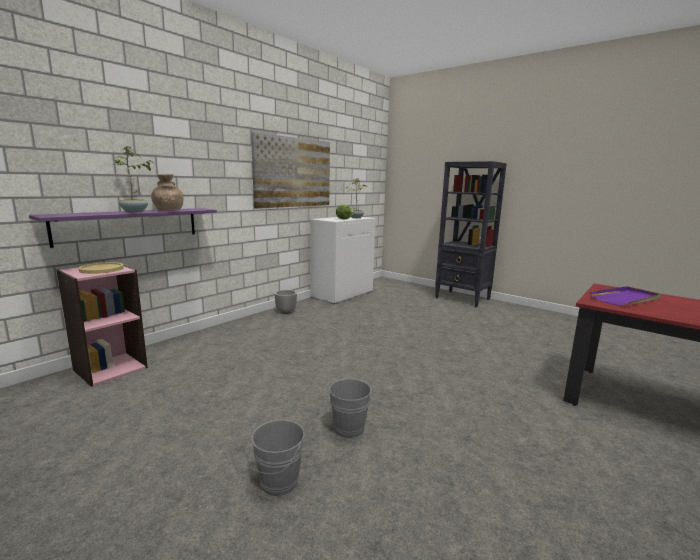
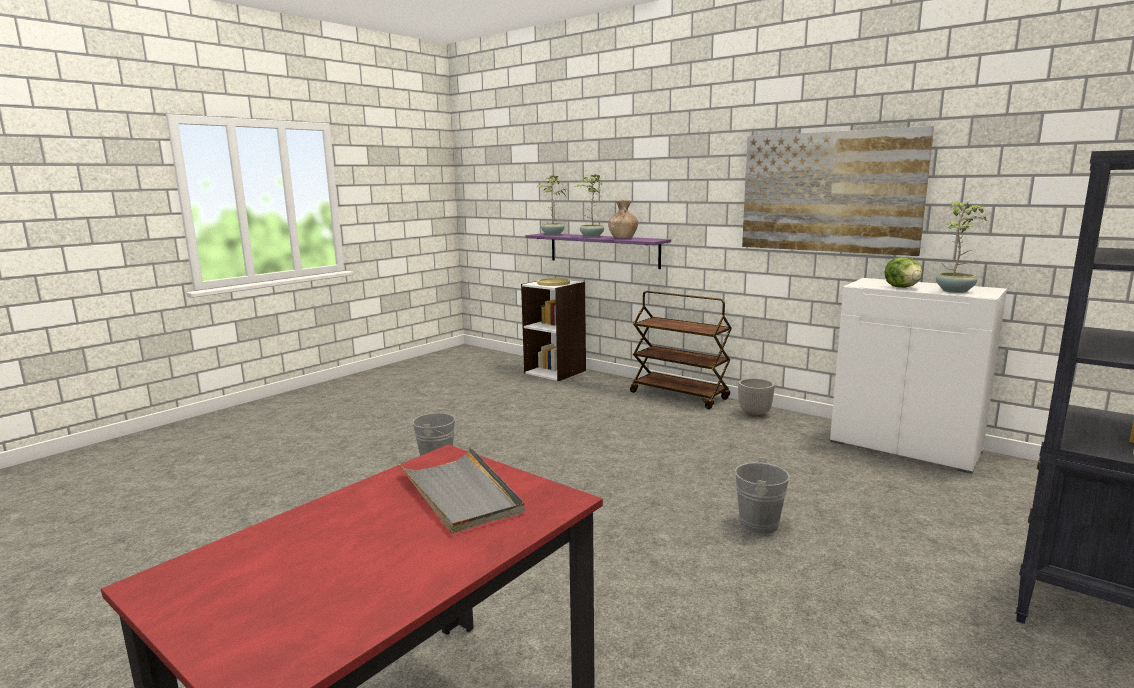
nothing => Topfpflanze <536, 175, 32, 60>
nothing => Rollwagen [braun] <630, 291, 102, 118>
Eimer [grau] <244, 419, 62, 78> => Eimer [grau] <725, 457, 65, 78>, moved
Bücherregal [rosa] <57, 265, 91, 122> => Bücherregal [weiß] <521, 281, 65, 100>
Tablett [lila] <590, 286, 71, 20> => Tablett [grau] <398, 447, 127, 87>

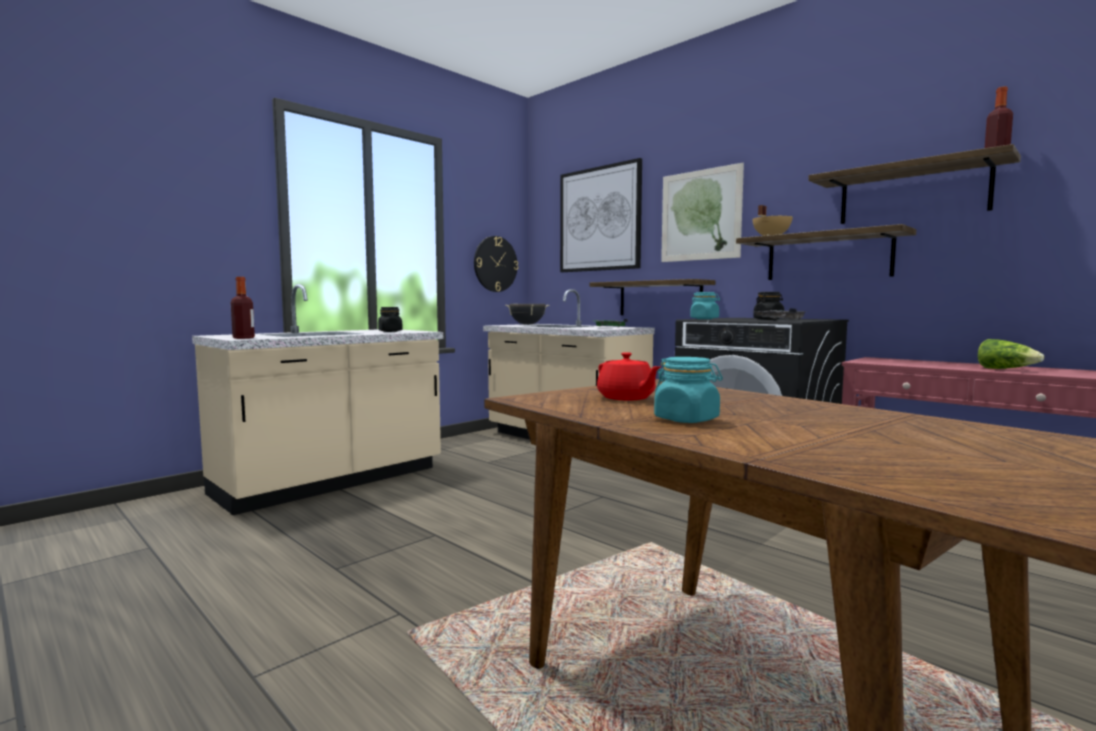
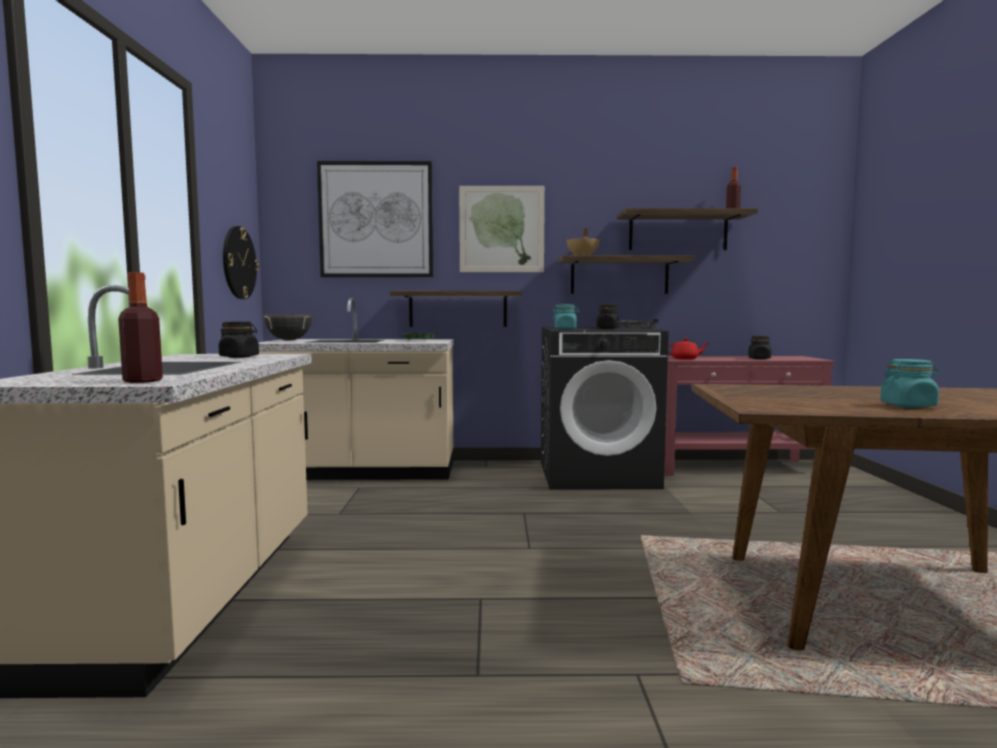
Teekanne [rot] <597, 352, 64, 48> => Teekanne [rot] <668, 338, 41, 22>, moved
Salatkopf <978, 339, 66, 30> => Vorratsglas [schwarz] <748, 336, 23, 23>

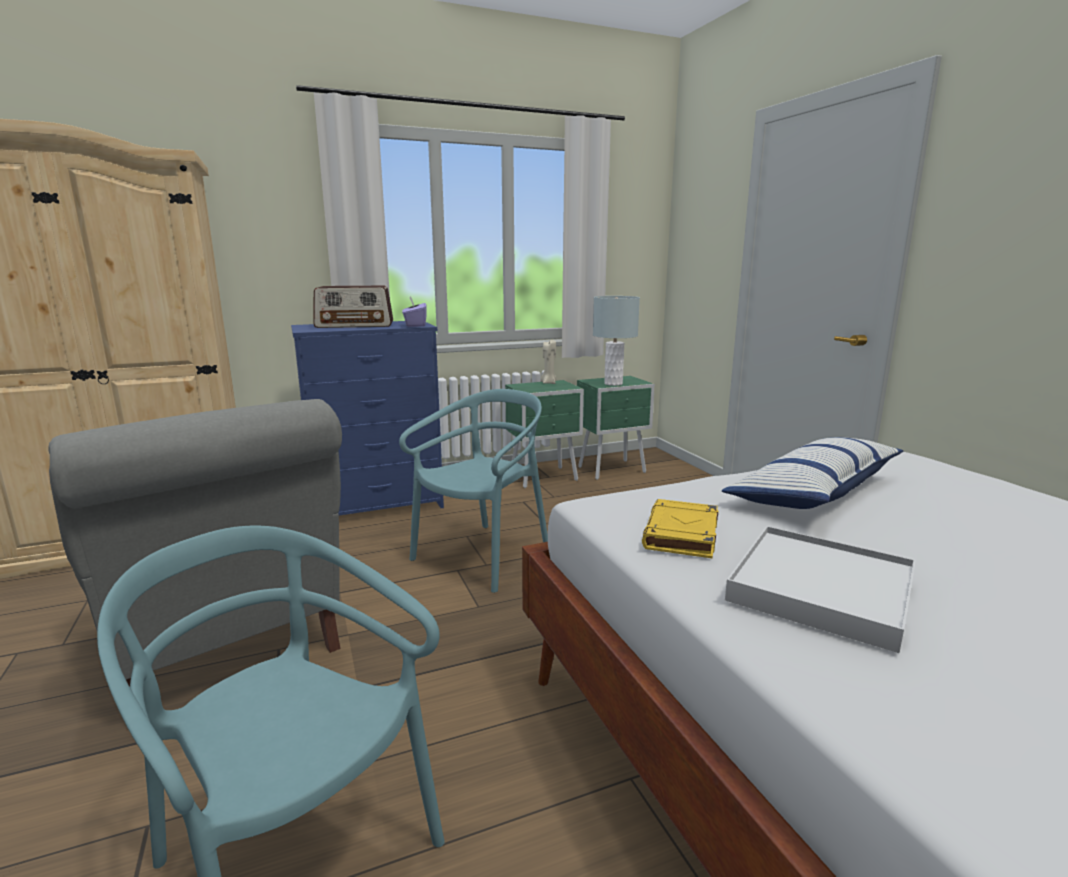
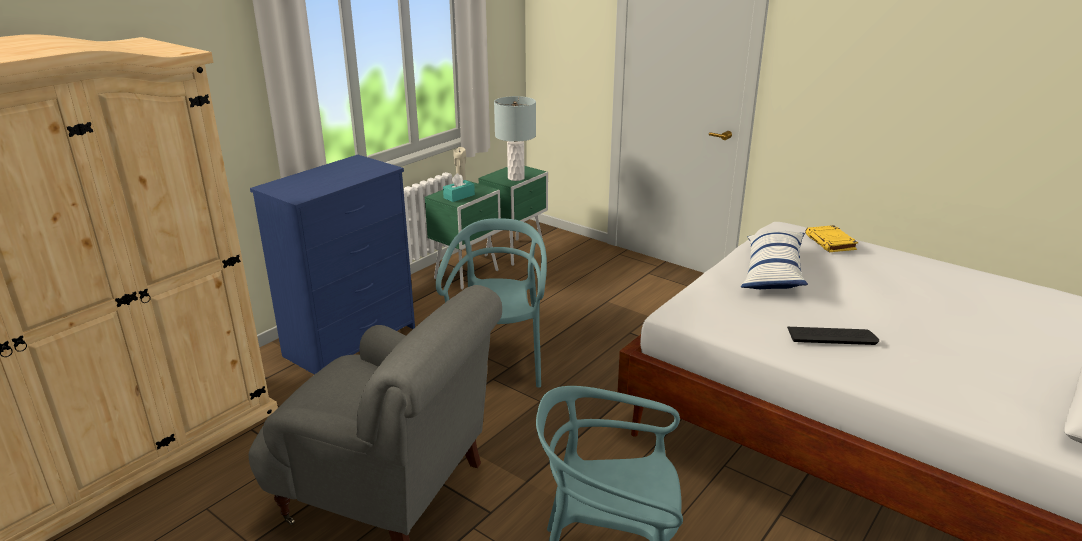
Radio <313, 286, 80, 42> => nothing
Taschentuchbox [lila] <402, 297, 25, 30> => nothing
nothing => Taschentuchbox [türkis] <443, 173, 32, 29>
Buch [gelb] <642, 499, 77, 60> => Buch [gelb] <805, 225, 53, 27>, moved
Tablett [weiß] <725, 526, 191, 127> => Tastatur <787, 327, 92, 18>

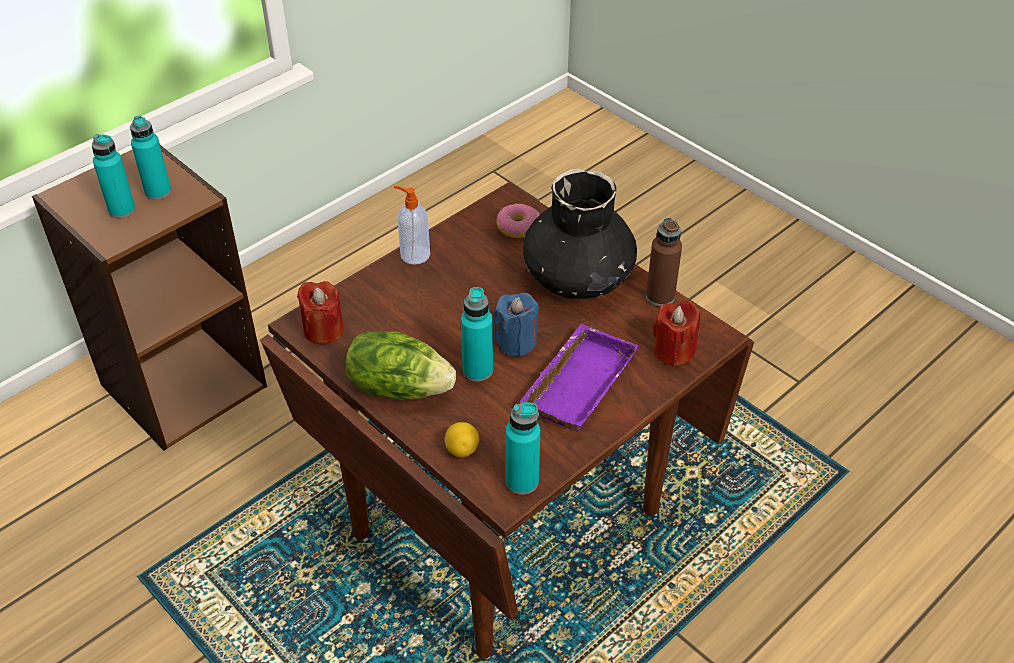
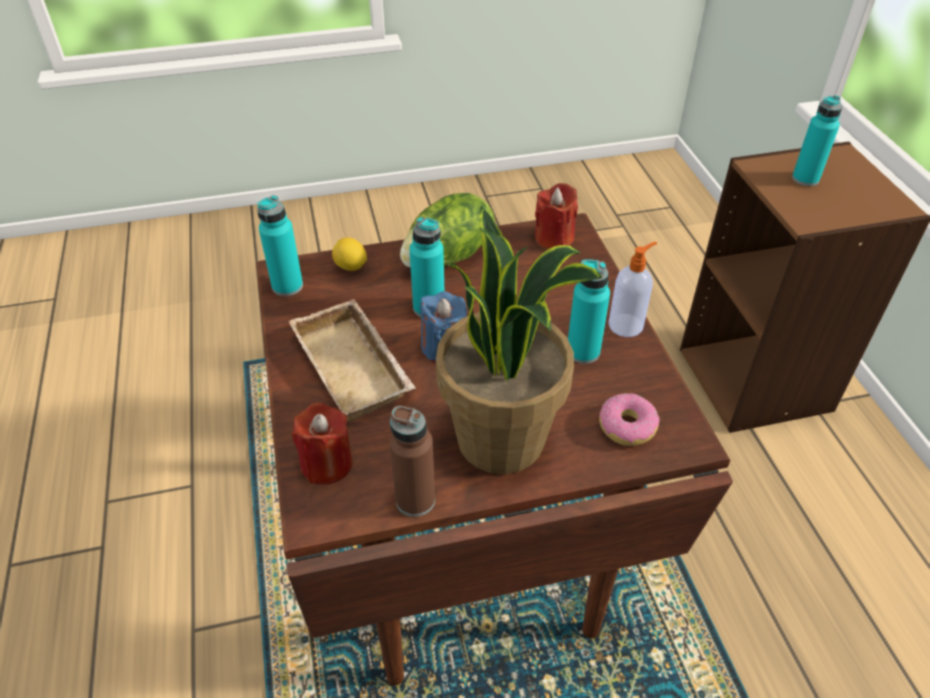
Flasche [türkis] <130, 115, 41, 85> => Flasche [türkis] <568, 259, 42, 105>, moved
Vase [schwarz] <523, 169, 114, 130> => Topfpflanze <436, 206, 167, 268>
Tablett [lila] <519, 324, 120, 107> => Tablett [beige] <289, 299, 127, 123>

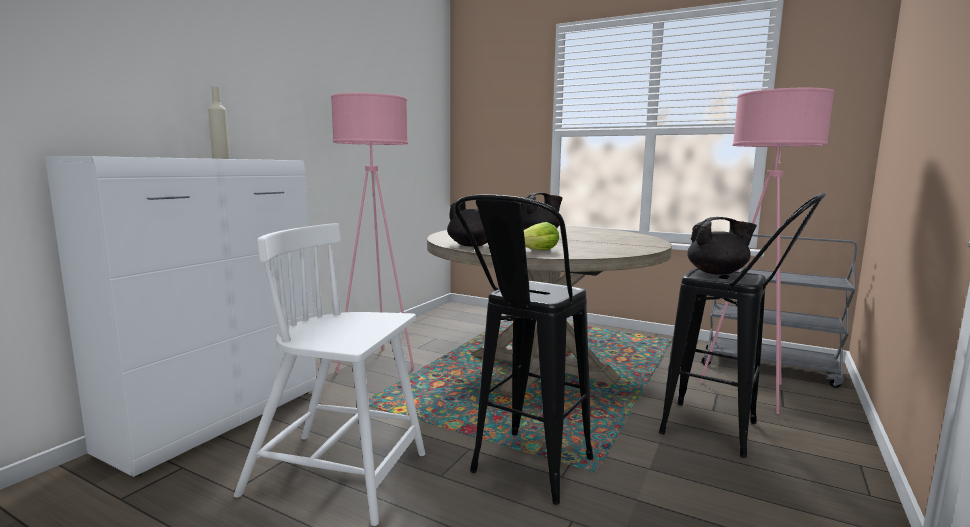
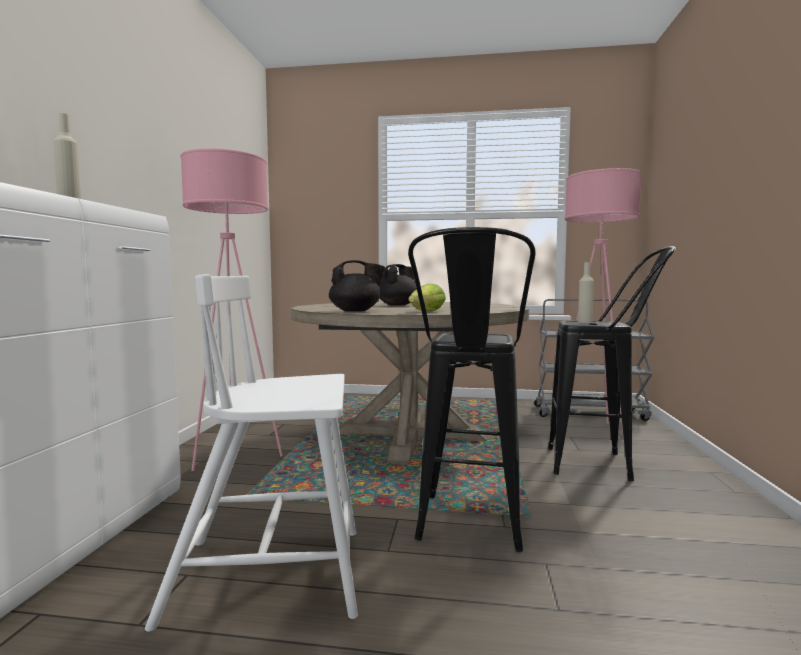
Teekanne [schwarz] <687, 217, 70, 58> => Flasche [beige] <578, 262, 16, 61>

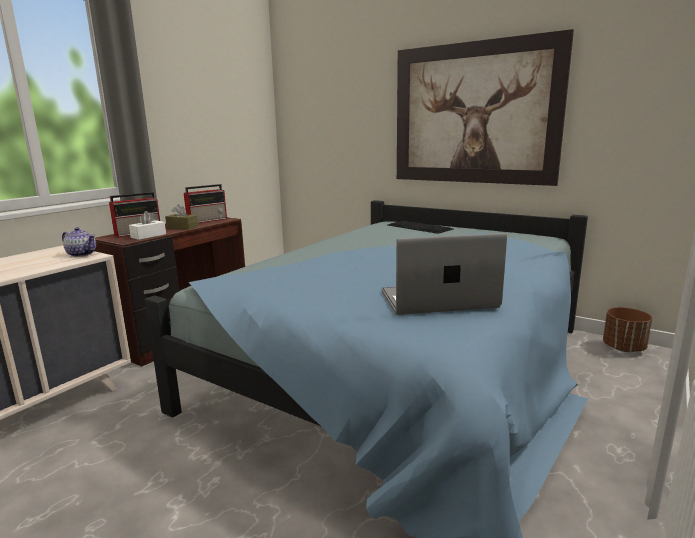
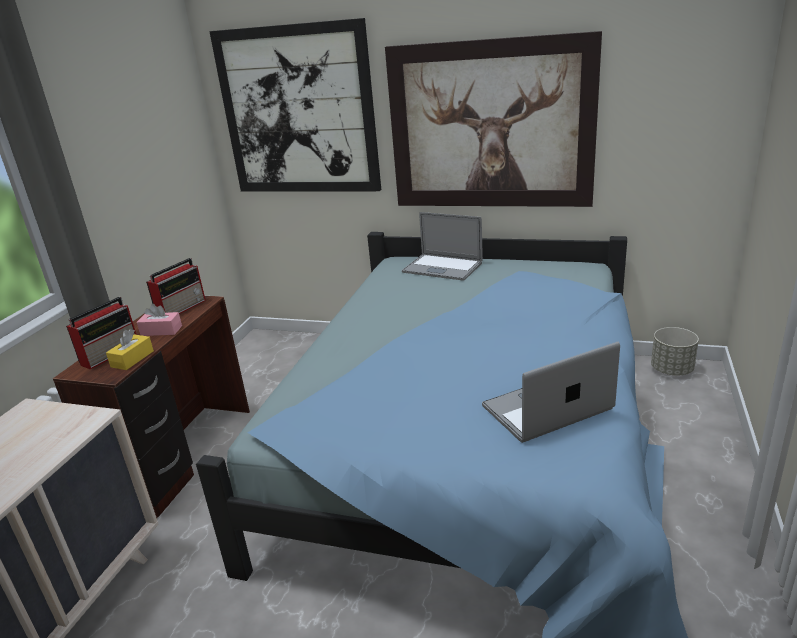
Teekanne <62, 227, 34, 30> => nothing
nothing => Bild <209, 18, 172, 174>
Tastatur <388, 220, 65, 14> => Laptop <402, 212, 81, 69>
Taschentuchbox [weiß] <129, 211, 37, 29> => Taschentuchbox [gelb] <106, 329, 48, 41>
Taschentuchbox [braun] <165, 204, 33, 26> => Taschentuchbox [rosa] <137, 304, 45, 32>
Pflanzkübel [braun] <603, 307, 49, 45> => Pflanzkübel [grau] <651, 327, 48, 48>

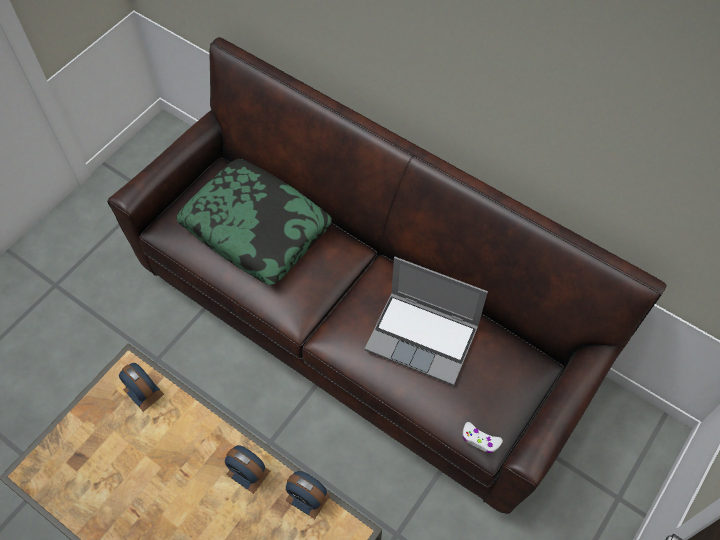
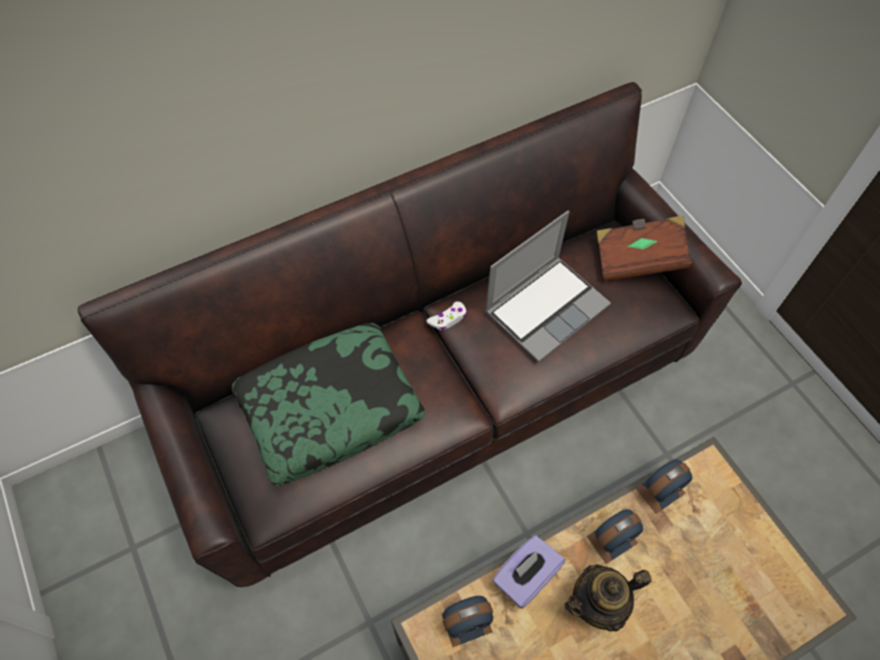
nothing => Taschentuchbox [lila] <493, 535, 73, 74>
nothing => Teekanne <564, 565, 88, 67>
nothing => Buch [braun] <596, 215, 96, 67>
Gamepad [weiß] <463, 422, 40, 31> => Gamepad [weiß] <427, 301, 40, 30>, moved

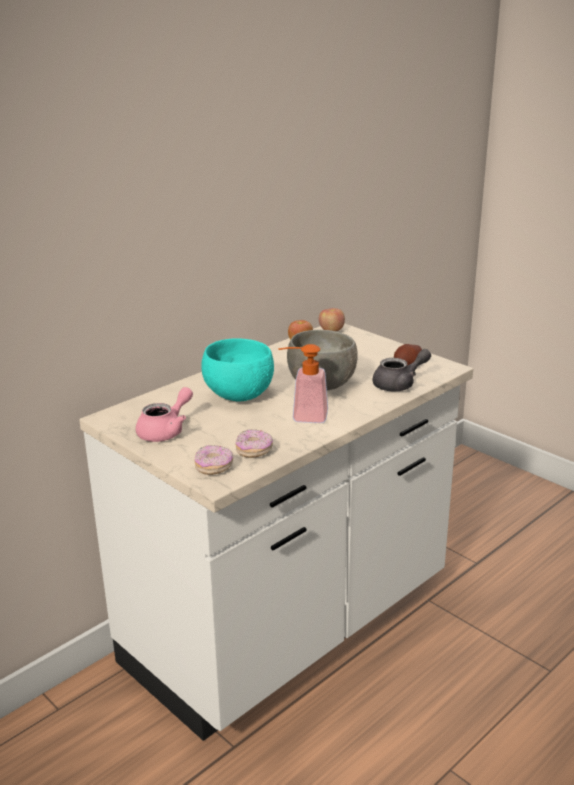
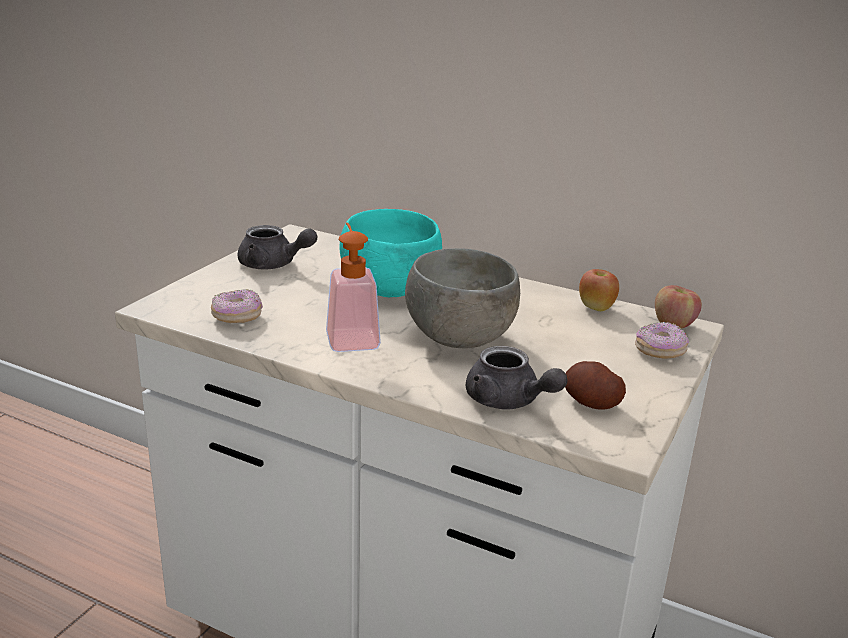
Donut <194, 445, 39, 30> => Donut <635, 322, 54, 37>, moved
Teekanne [rosa] <136, 387, 57, 55> => Teekanne [grau] <237, 225, 80, 44>

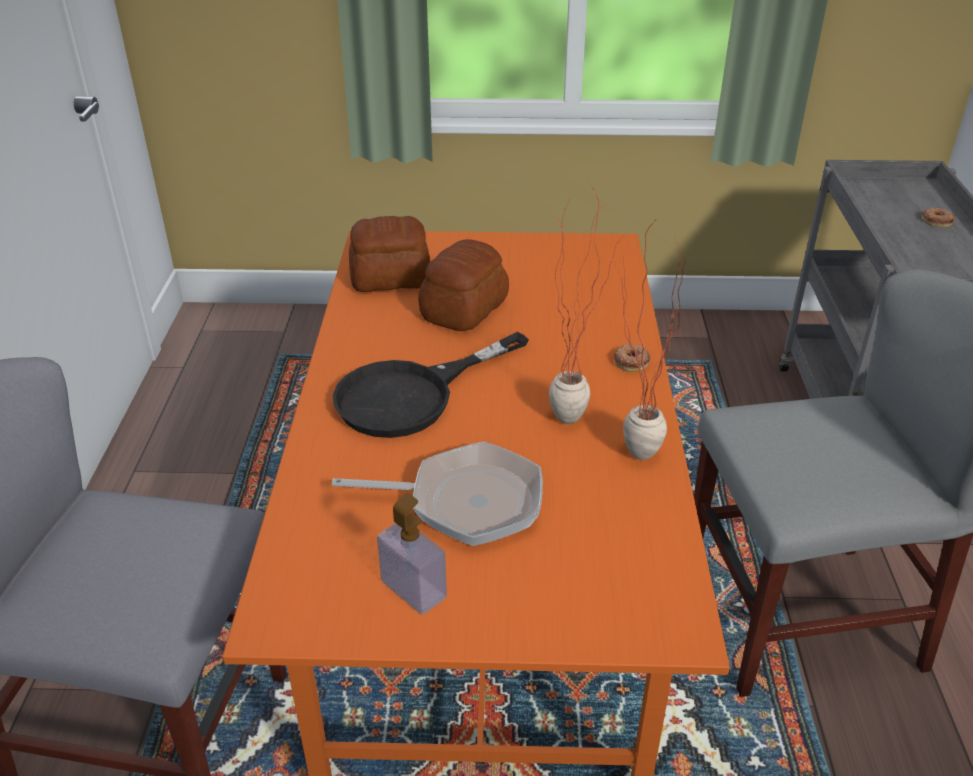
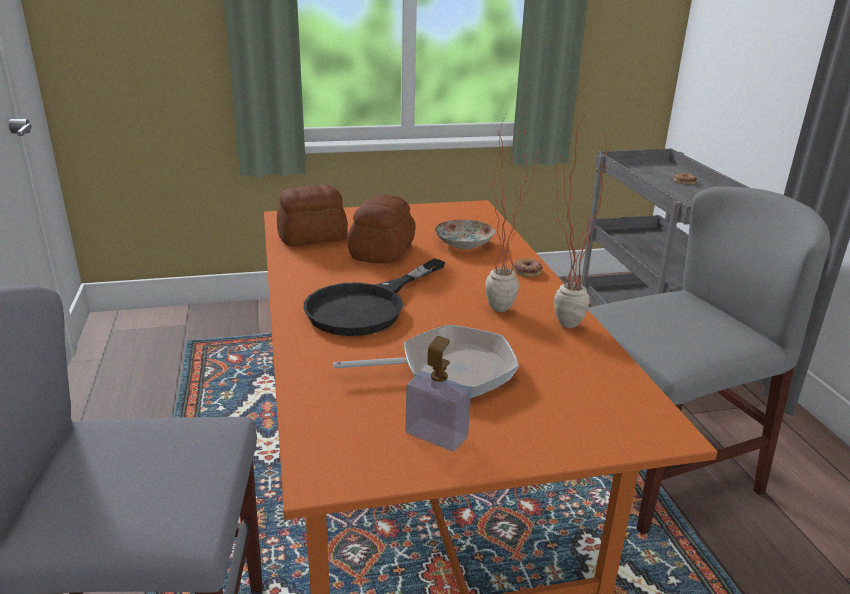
nothing => Teller <435, 220, 60, 29>

